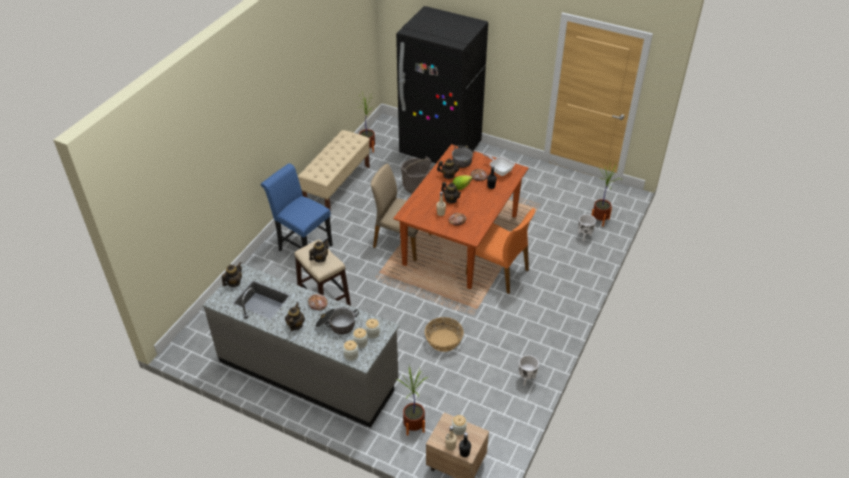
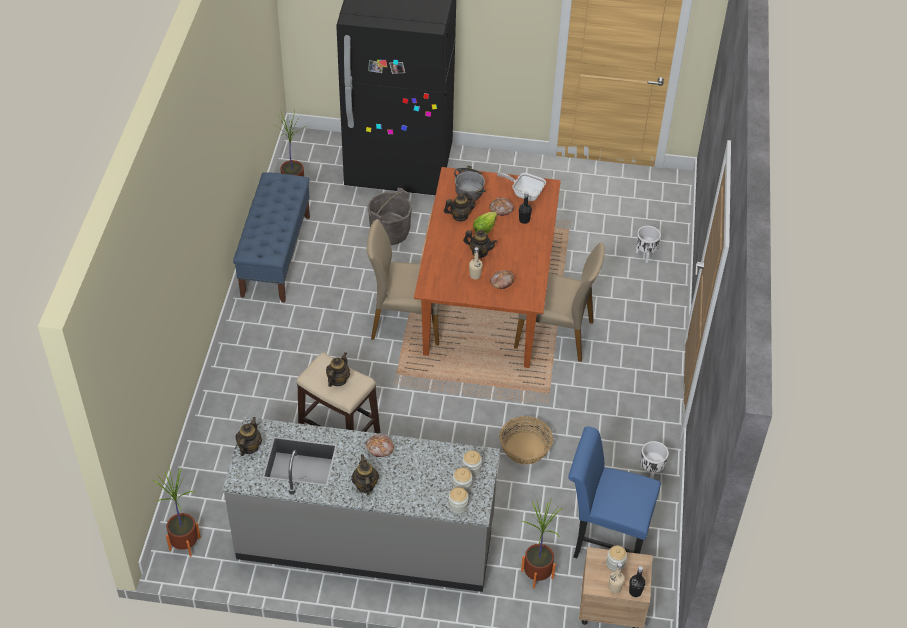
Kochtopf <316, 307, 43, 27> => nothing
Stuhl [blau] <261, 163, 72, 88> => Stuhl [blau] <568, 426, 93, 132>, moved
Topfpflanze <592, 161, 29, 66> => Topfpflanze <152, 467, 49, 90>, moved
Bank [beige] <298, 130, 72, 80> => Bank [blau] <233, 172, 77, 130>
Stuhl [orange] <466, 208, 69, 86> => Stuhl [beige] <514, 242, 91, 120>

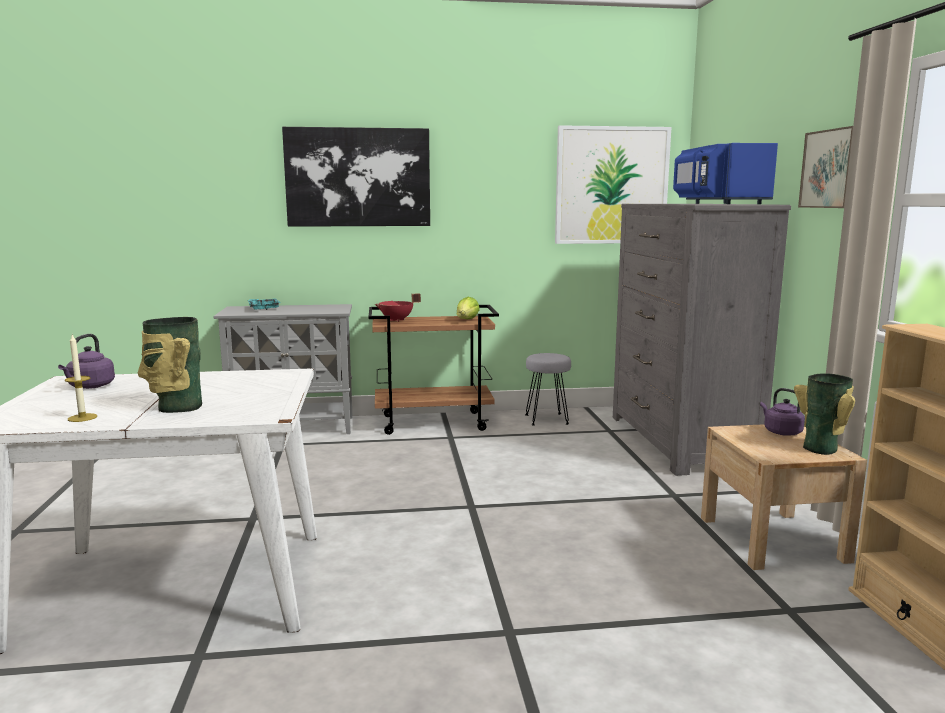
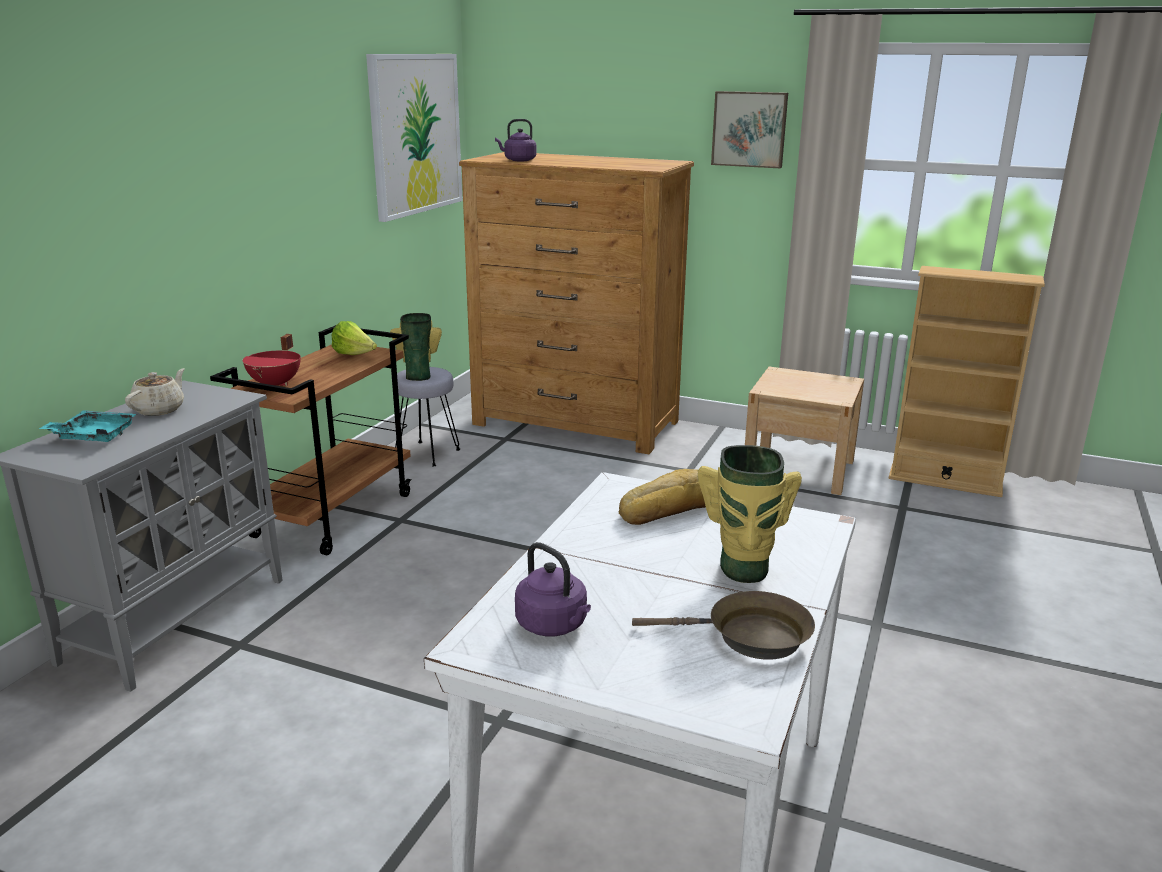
Bild <282, 127, 148, 100> => nothing
Mikrowelle [blau] <673, 143, 105, 61> => nothing
nothing => Teekanne [beige] <125, 368, 60, 48>
nothing => Brot <619, 469, 87, 56>
Wasserkessel [lila] <760, 388, 45, 48> => Wasserkessel [lila] <495, 119, 41, 42>, moved
Vase <794, 373, 61, 82> => Vase <390, 313, 52, 68>, moved
Kerze <65, 335, 32, 87> => Pfanne [braun] <632, 591, 183, 69>
Kommode [grau] <613, 204, 178, 272> => Kommode [braun] <459, 152, 235, 302>

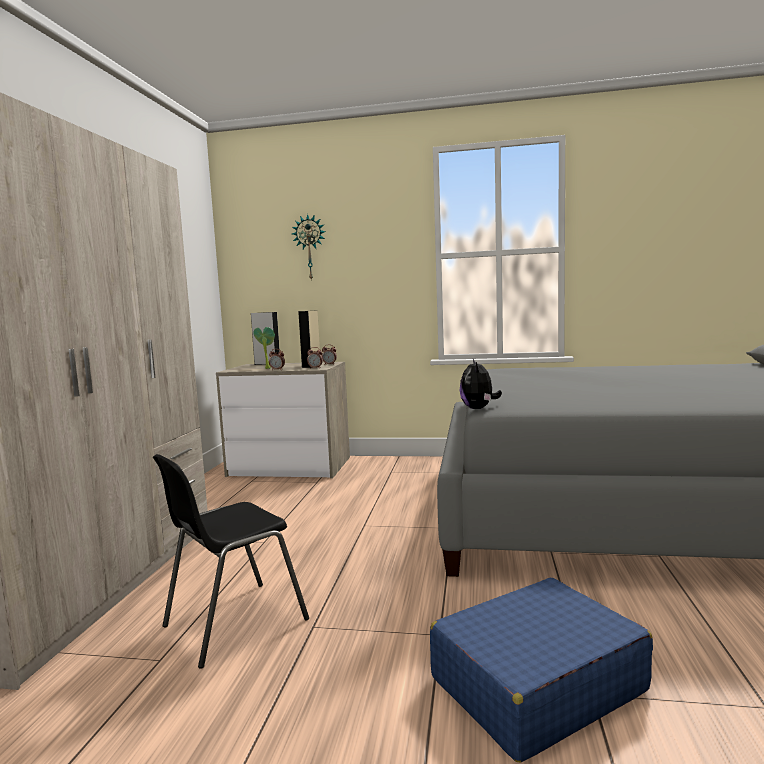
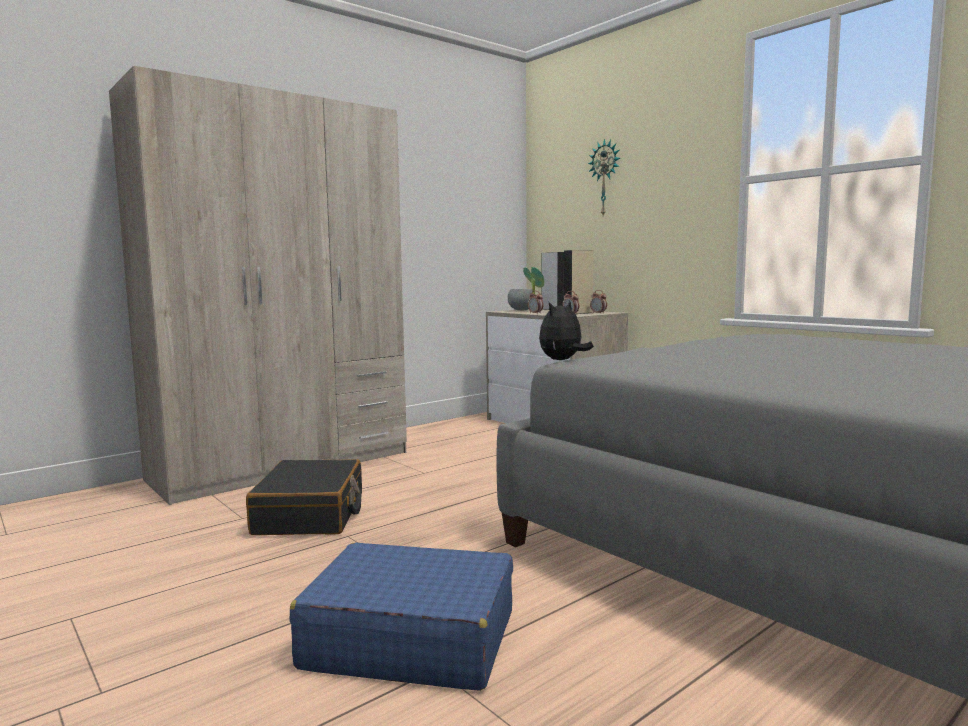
nothing => Schüssel [grau] <508, 289, 24, 21>
Stuhl [schwarz] <153, 454, 156, 215> => Koffer [schwarz] <246, 459, 116, 76>

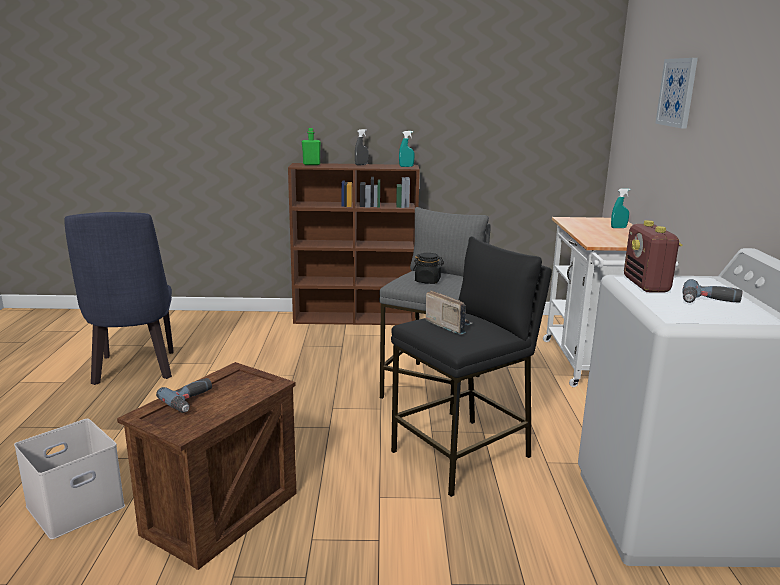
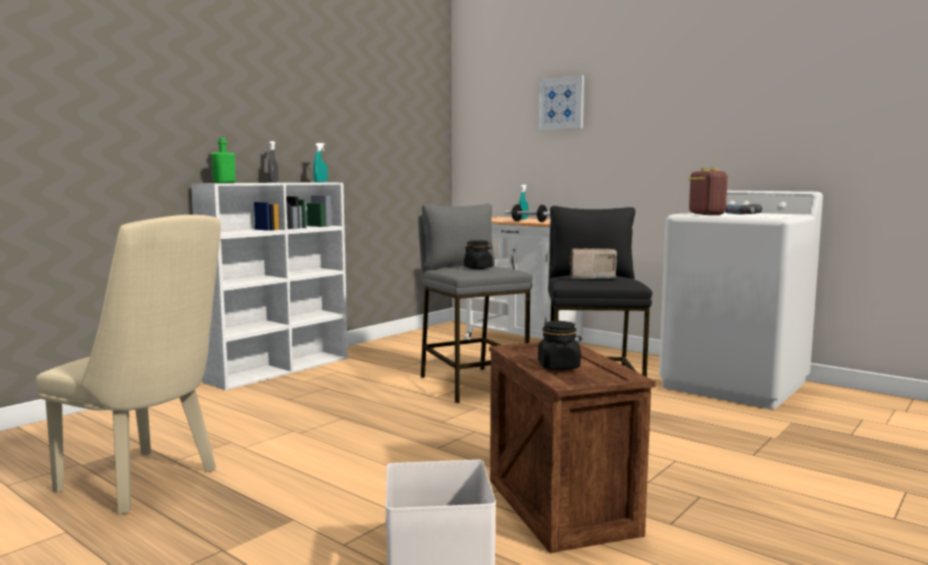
nothing => Hantel <504, 204, 46, 18>
Bohrmaschine <156, 378, 56, 35> => Vorratsglas [schwarz] <538, 321, 43, 49>
Stuhl [blau] <64, 212, 110, 173> => Stuhl [beige] <35, 215, 186, 299>
Bücherregal [braun] <288, 163, 132, 162> => Bücherregal [weiß] <191, 182, 157, 208>
Radio <624, 220, 58, 72> => Radio <688, 168, 40, 47>, 135 degrees counterclockwise

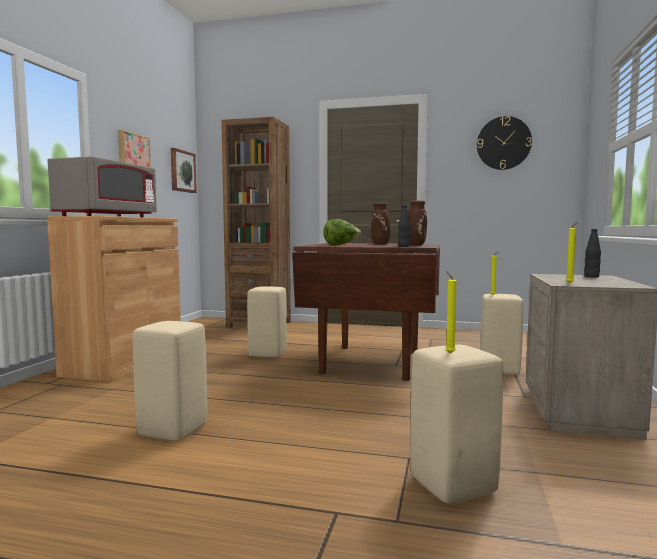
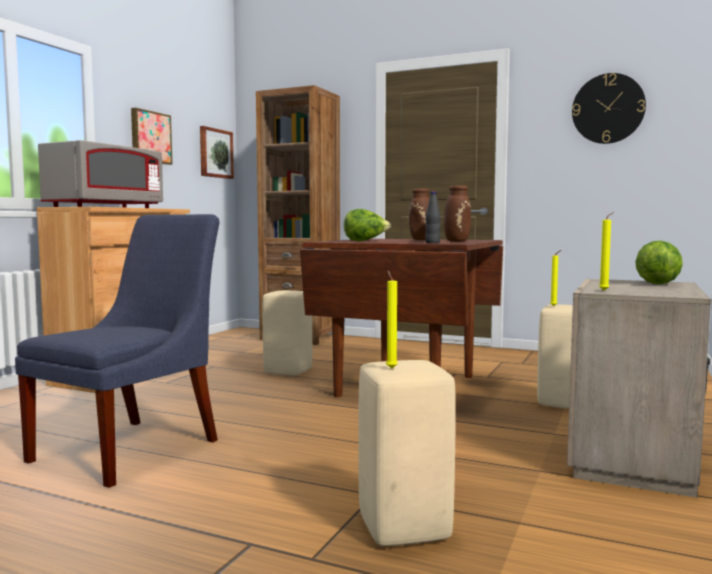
Hocker [beige] <133, 321, 74, 120> => Stuhl [blau] <15, 214, 204, 274>
Flasche [schwarz] <584, 229, 17, 48> => Salatkopf <635, 240, 48, 44>

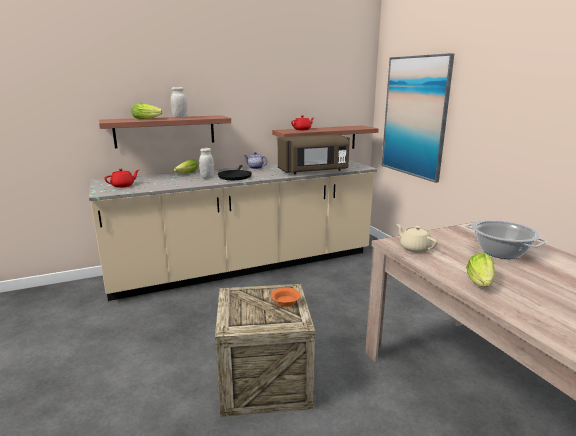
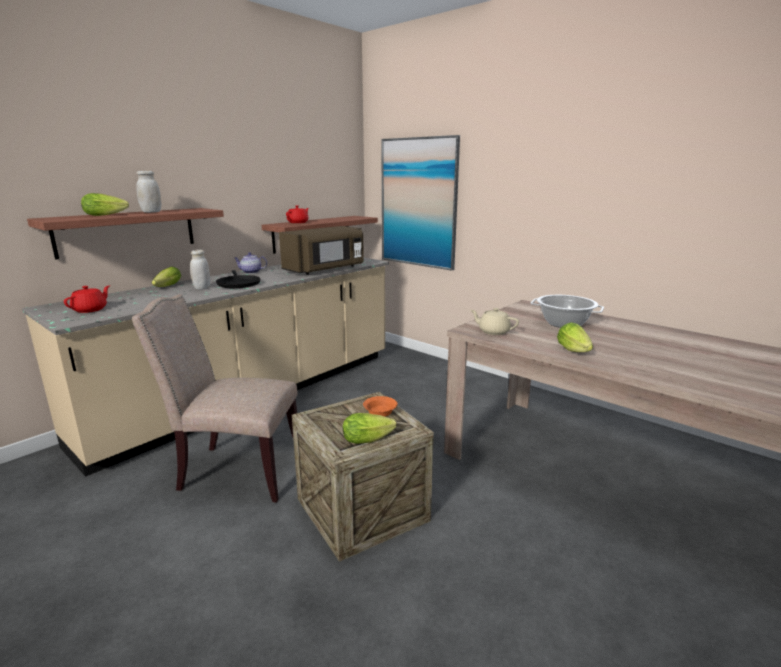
nothing => Stuhl [beige] <132, 294, 166, 209>
nothing => Salatkopf <343, 413, 53, 31>

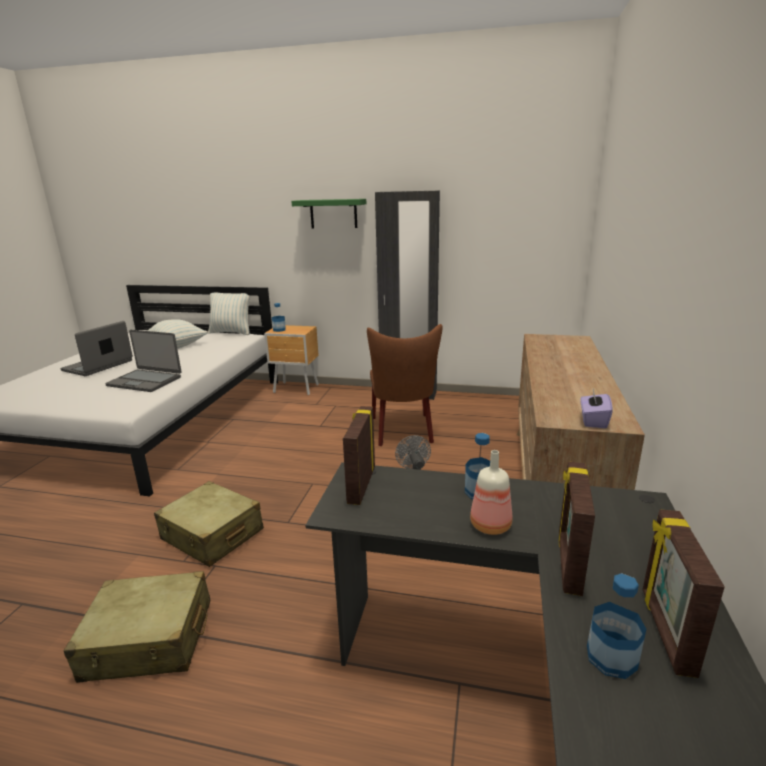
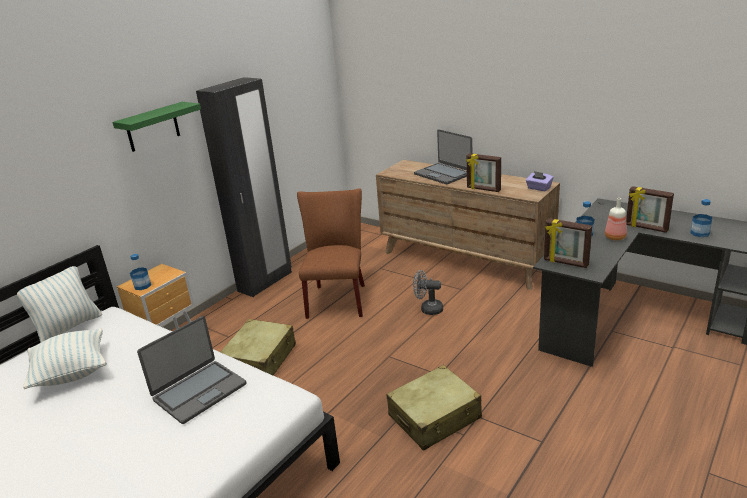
Laptop <60, 321, 73, 55> => Laptop <414, 129, 58, 55>, moved
Koffer [beige] <64, 571, 146, 112> => Koffer [beige] <220, 319, 76, 56>, moved
Bilderrahmen <642, 509, 83, 169> => Bilderrahmen <466, 153, 35, 39>, moved
Stuhl [braun] <367, 324, 76, 122> => Stuhl [braun] <297, 188, 68, 131>, 105 degrees counterclockwise

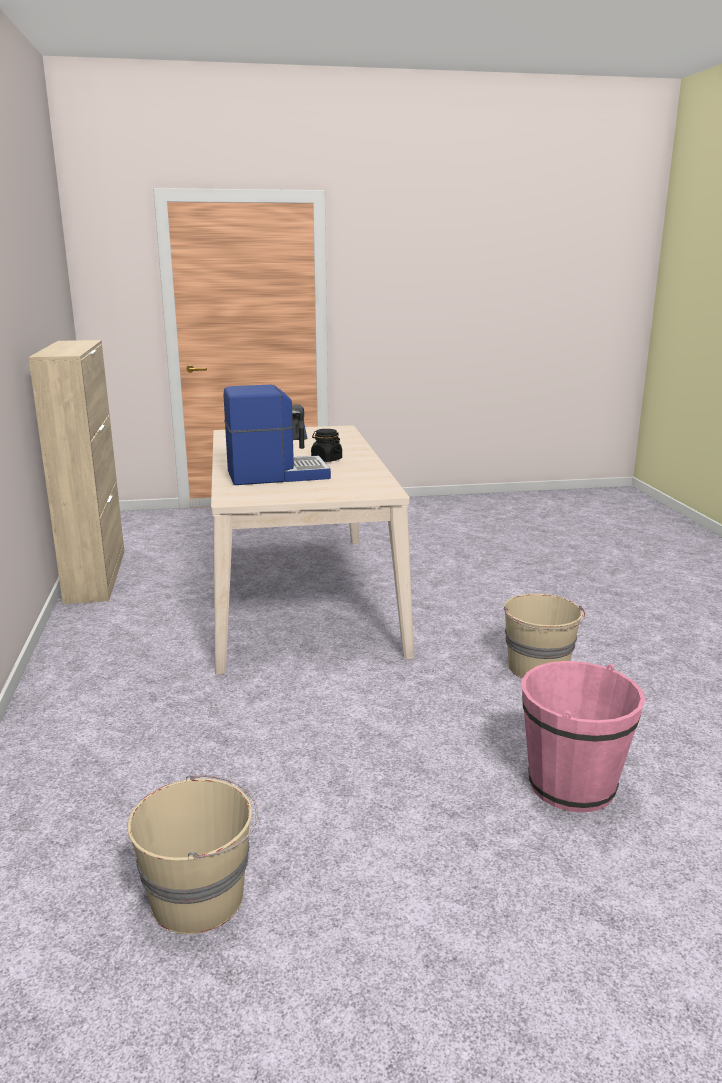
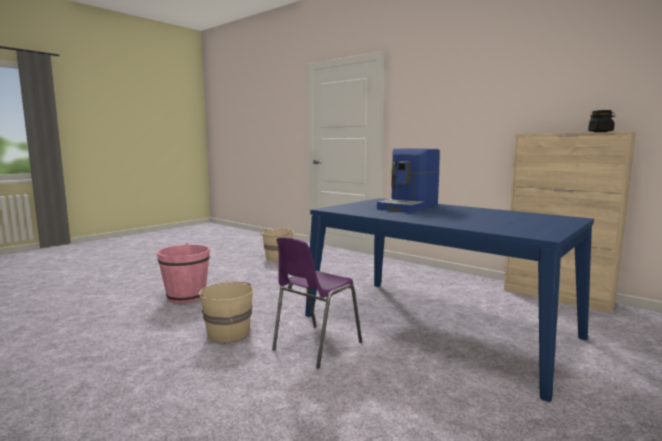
nothing => Stuhl [lila] <272, 237, 90, 132>
Vorratsglas [schwarz] <311, 429, 31, 33> => Vorratsglas [schwarz] <588, 110, 27, 22>, moved
Esstisch [beige] <211, 425, 203, 250> => Esstisch [blau] <305, 198, 289, 204>

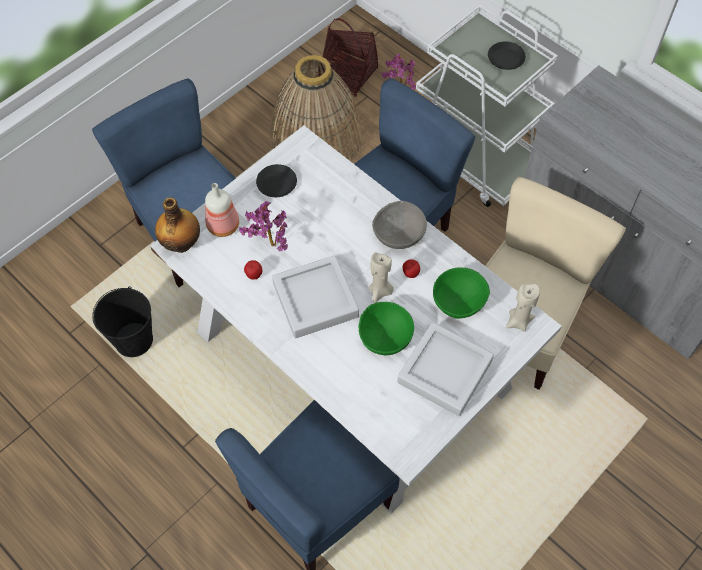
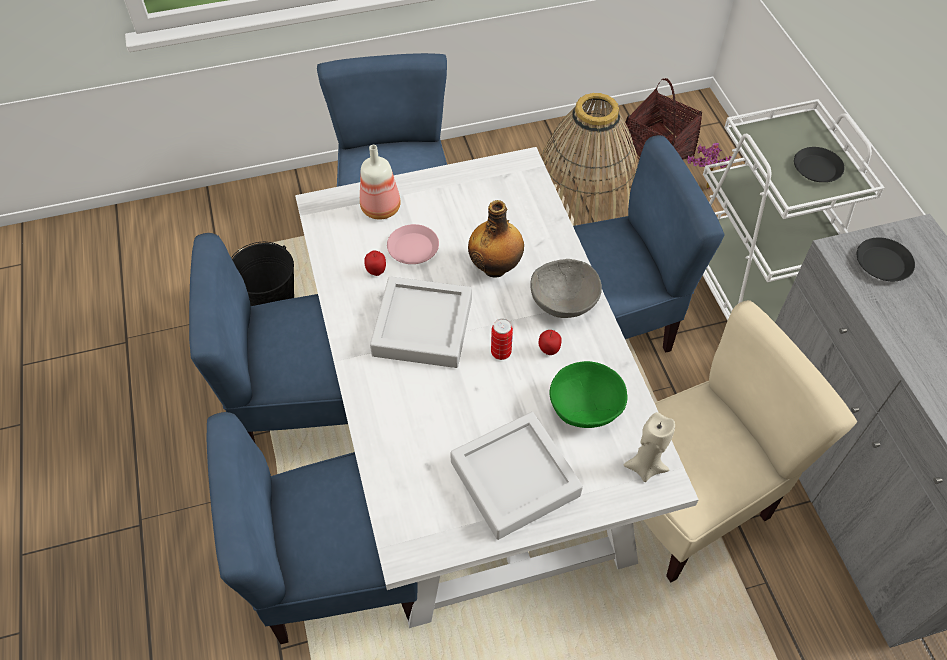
Schüssel [grün] <359, 302, 55, 53> => nothing
nothing => Stuhl [blau] <189, 233, 159, 211>
Flasche <155, 197, 45, 56> => Flasche <468, 200, 56, 78>, moved
Teller [schwarz] <256, 164, 41, 33> => Teller [schwarz] <857, 238, 58, 43>, moved
Topfpflanze <239, 201, 49, 50> => Teller [rosa] <387, 224, 52, 40>
Kerze [beige] <368, 253, 26, 50> => Dose <491, 319, 22, 41>

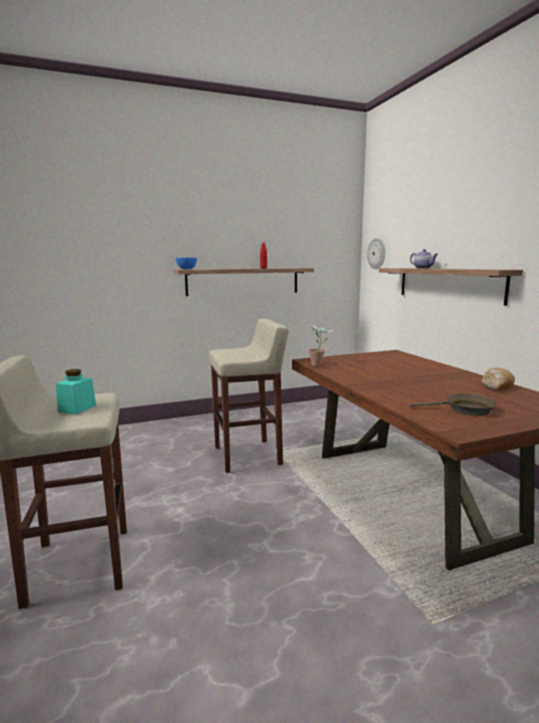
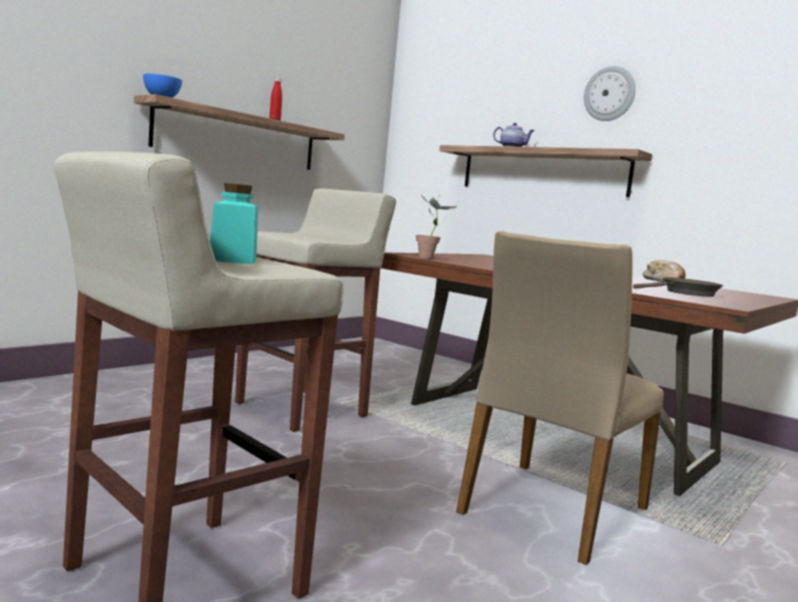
nothing => Stuhl [beige] <456, 231, 208, 334>
Wanduhr <367, 238, 18, 31> => Wanduhr <584, 66, 52, 55>, moved

